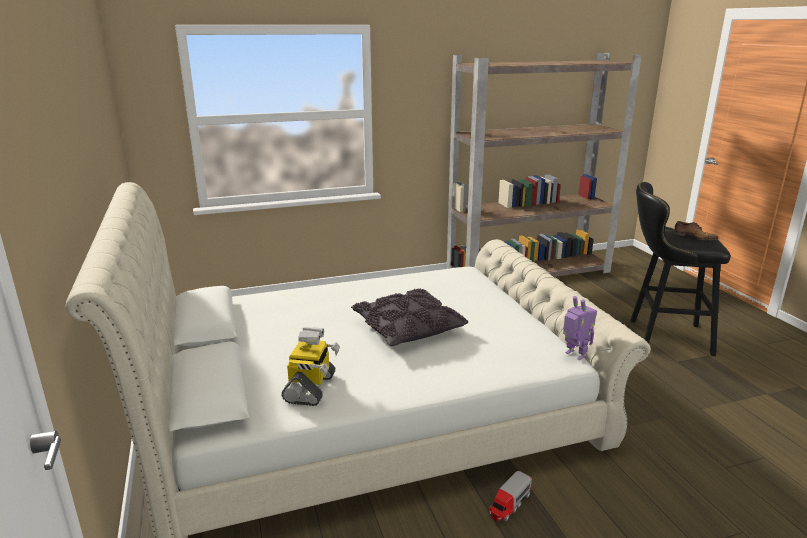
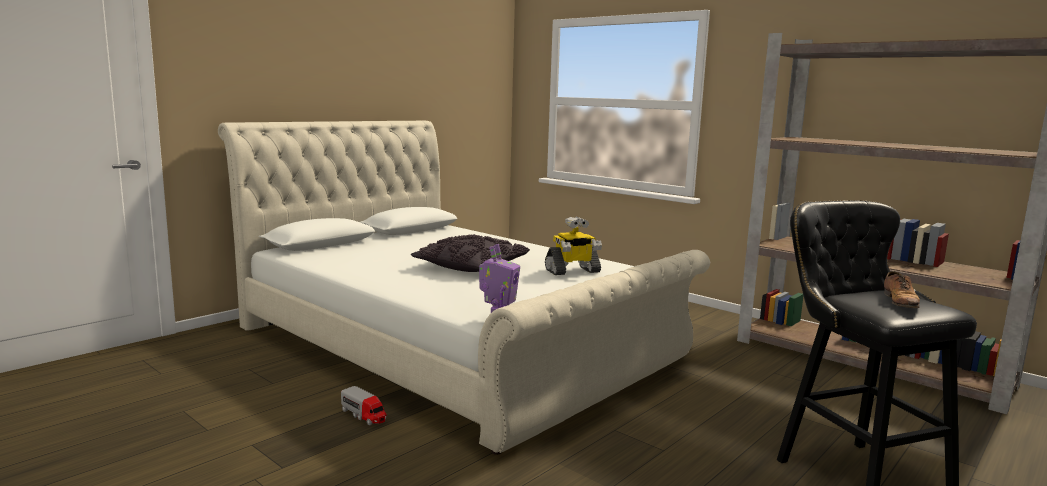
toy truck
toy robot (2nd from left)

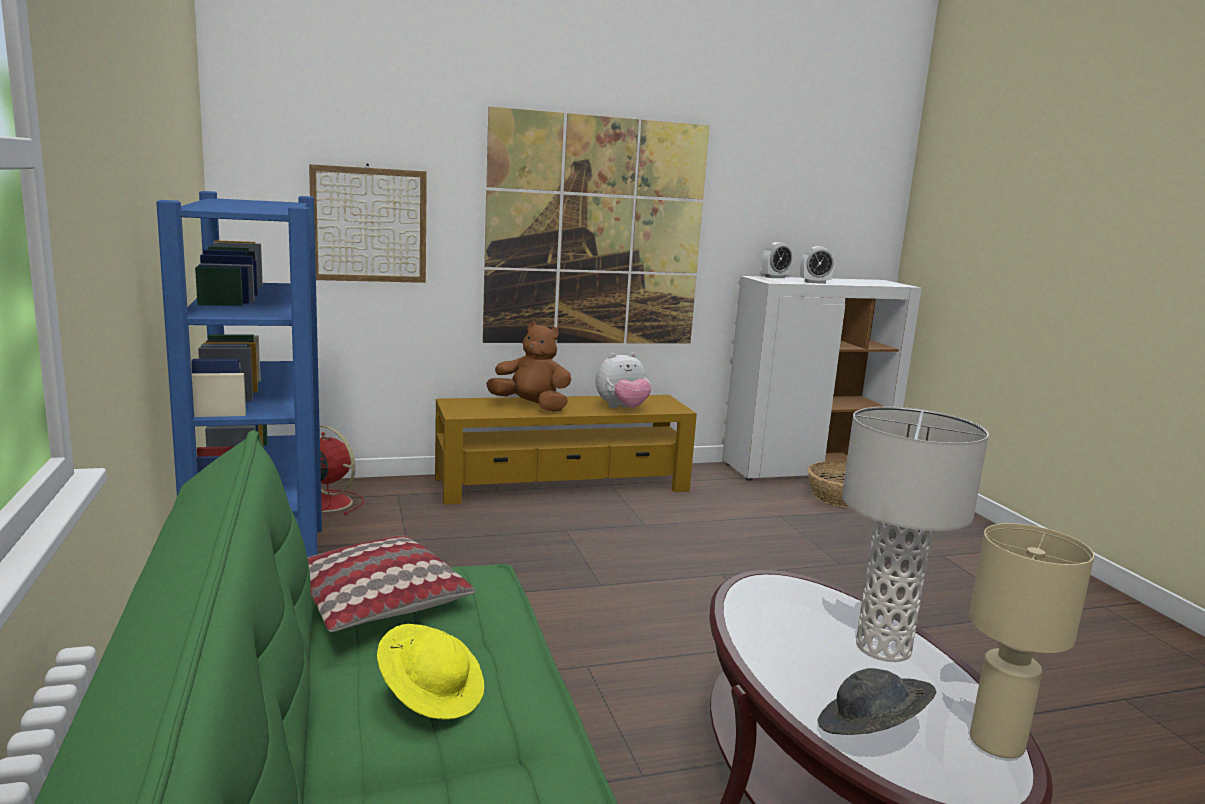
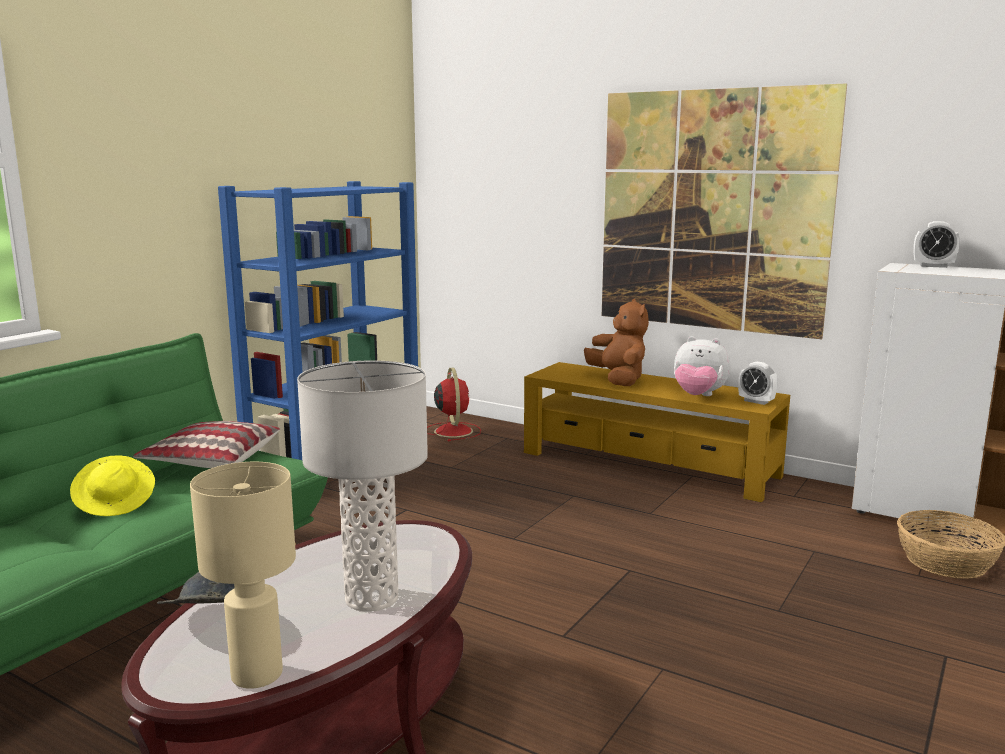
alarm clock (1st from left)
picture (1st from left in the first image)

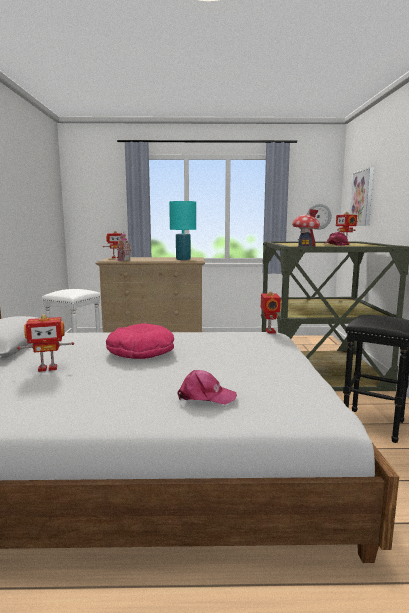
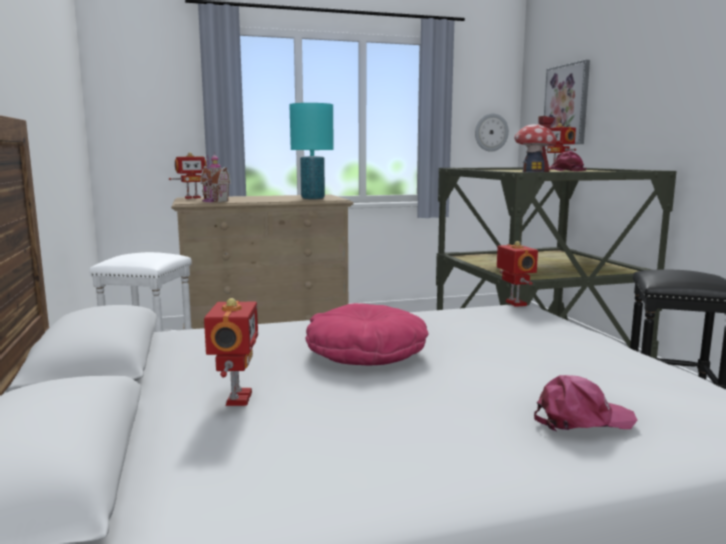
toy robot (2nd from left)

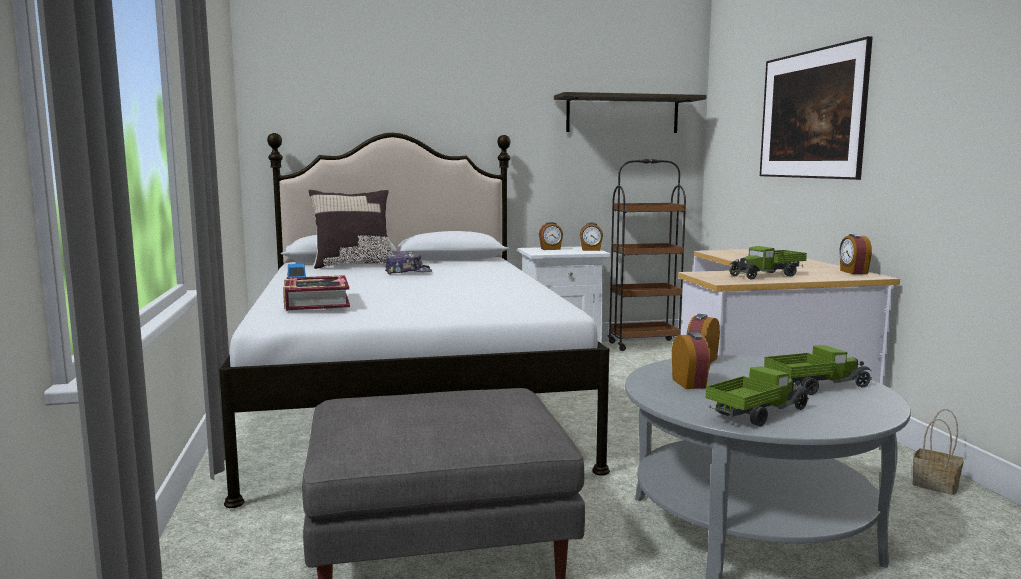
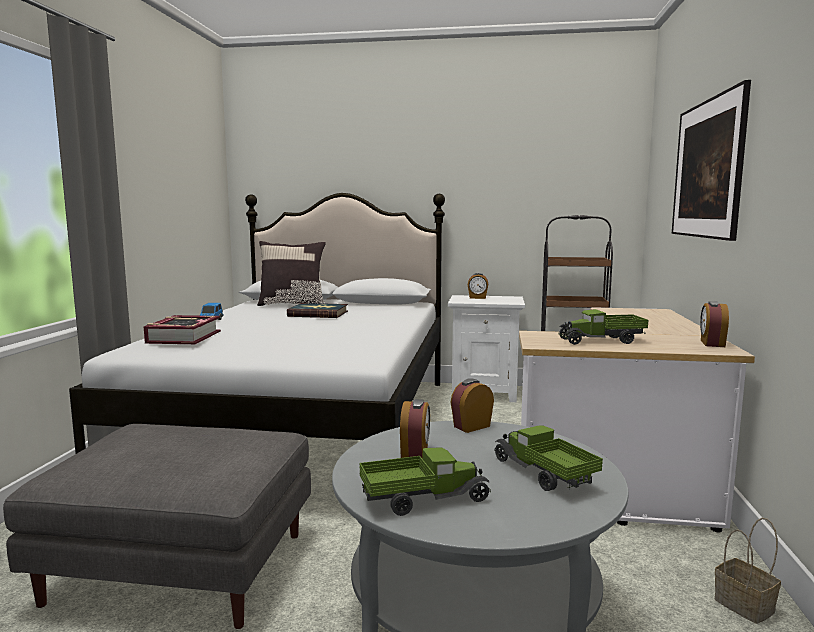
book (2nd from left)
toy truck (2nd from left)
shelf
alarm clock (2nd from left in the first image)

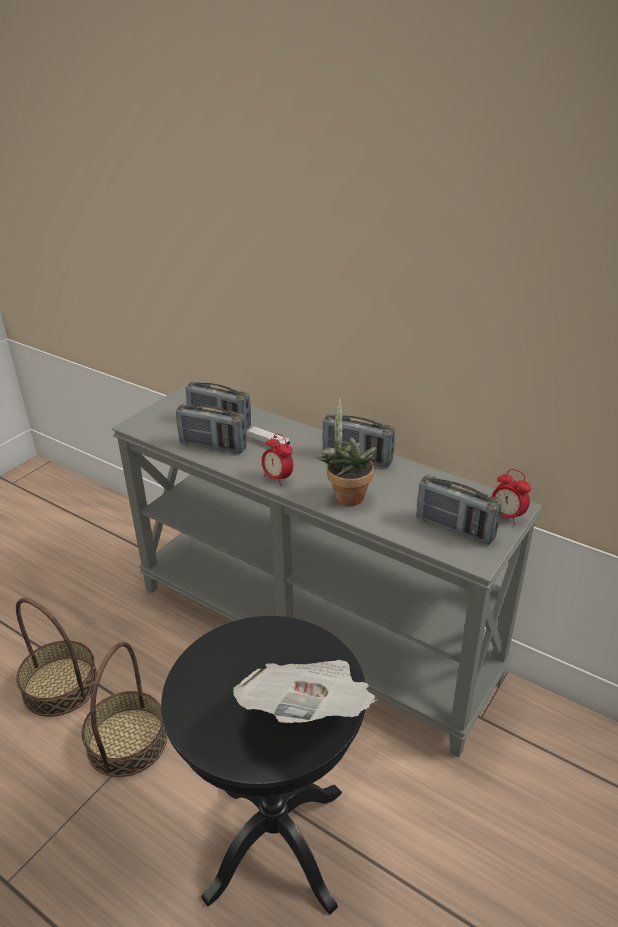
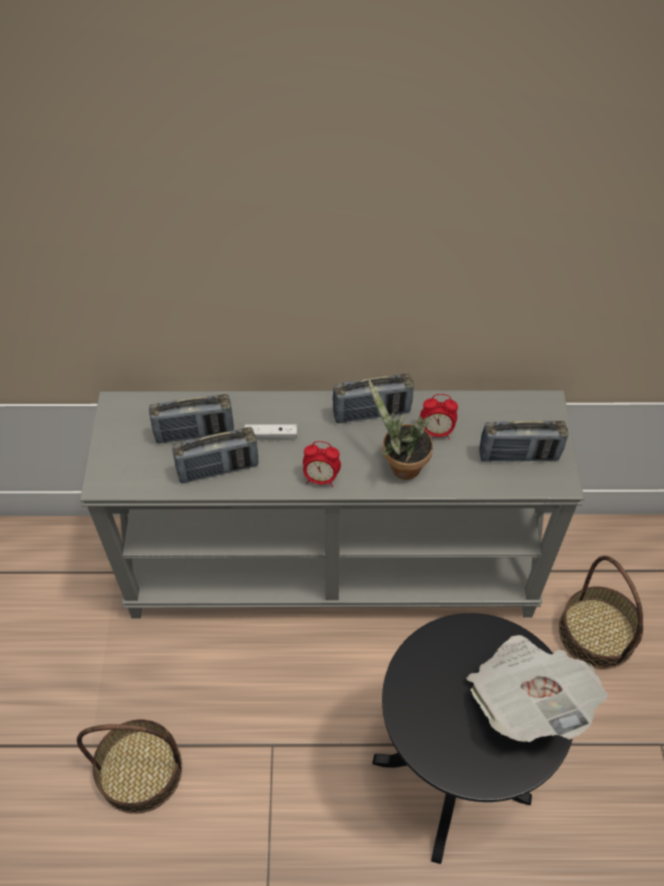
alarm clock (2nd from left)
basket (2nd from left)

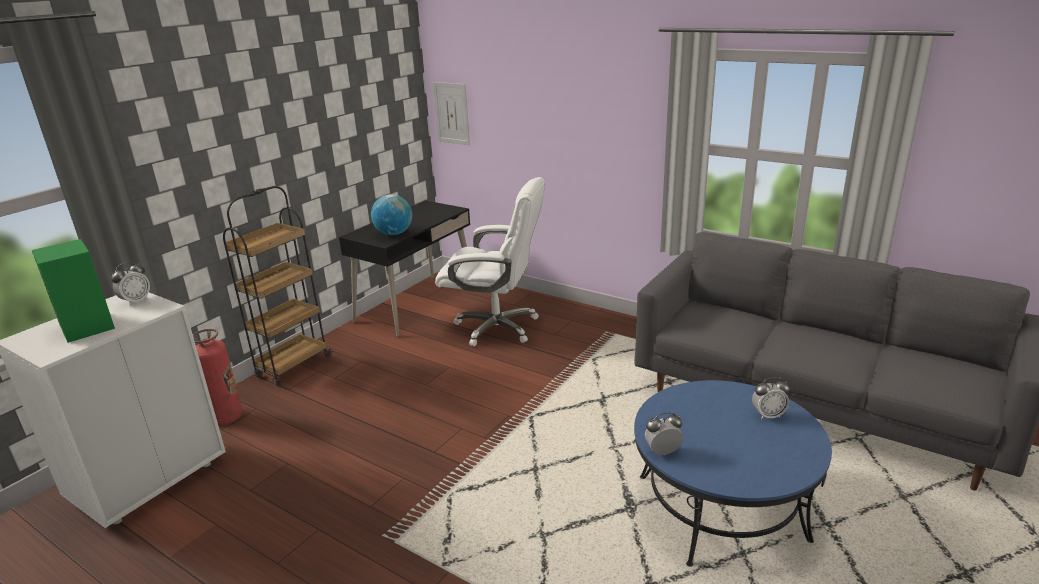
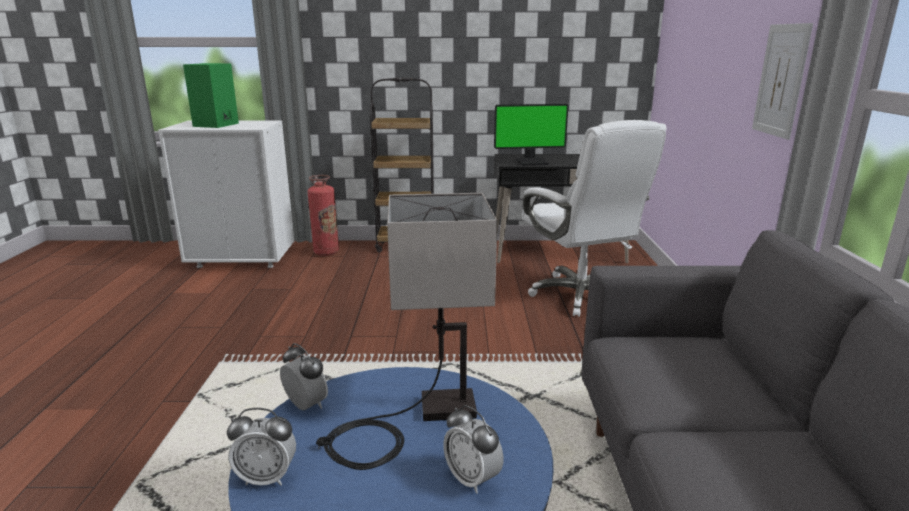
alarm clock (1st from left)
table lamp
monitor
picture

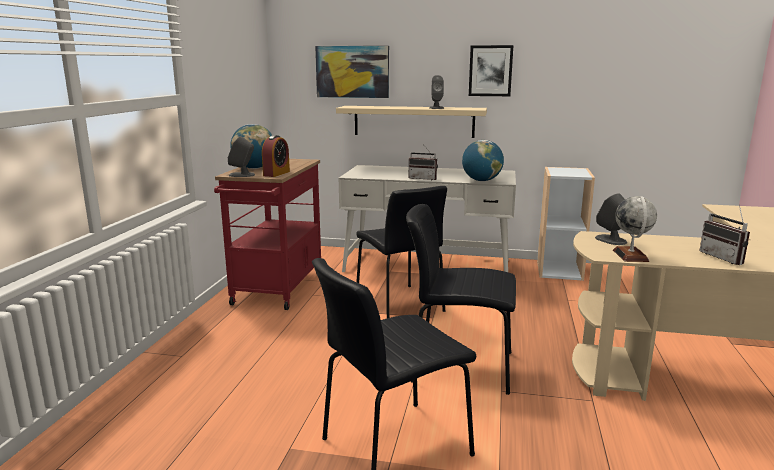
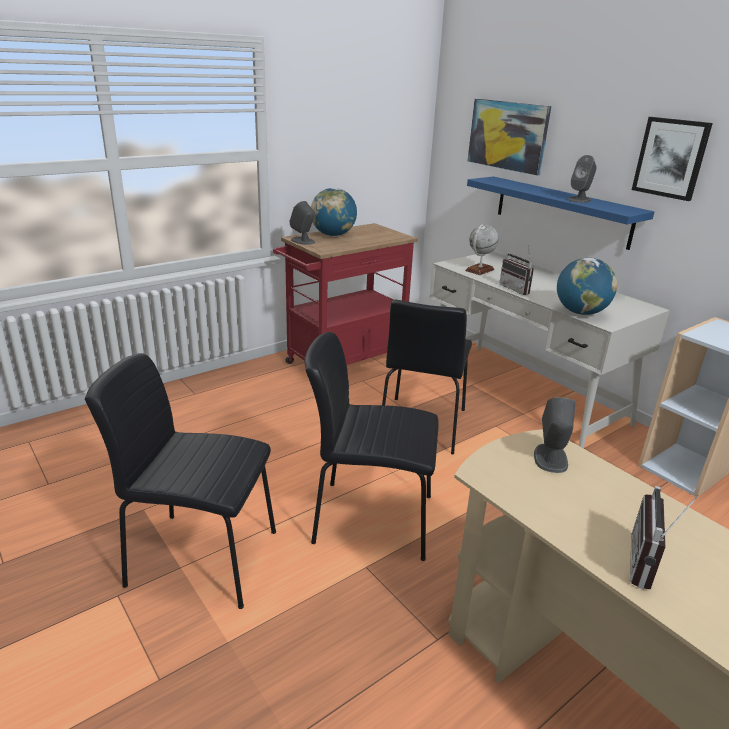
black chair (2nd from left)
globe (2nd from left)
blue shelf
alarm clock

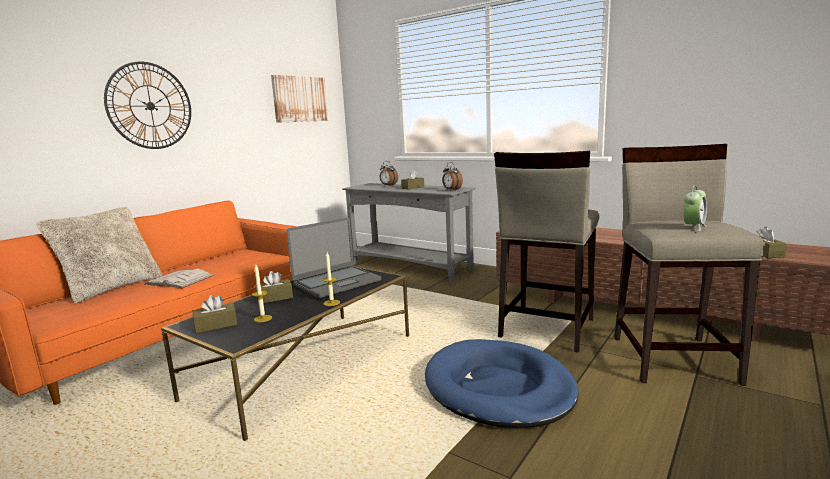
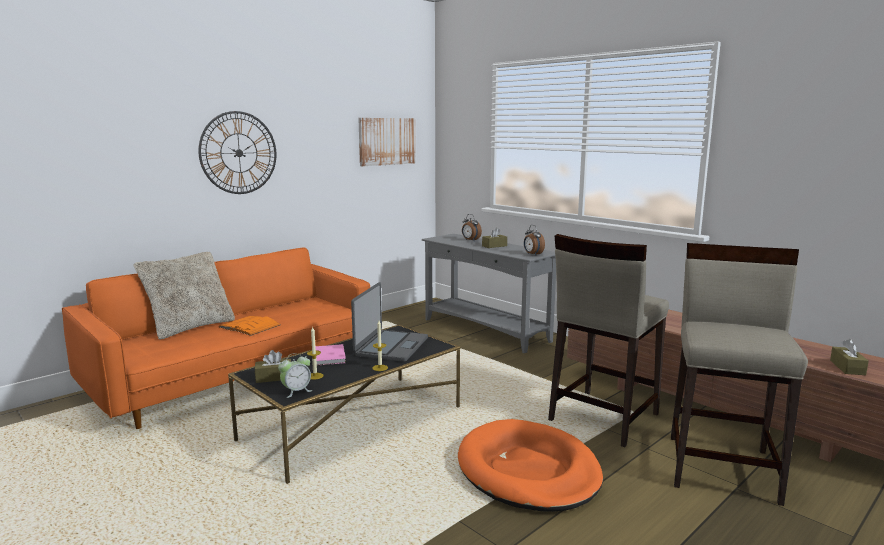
orange book
alarm clock (1st from left)
pink book
laptop
orange dog bed

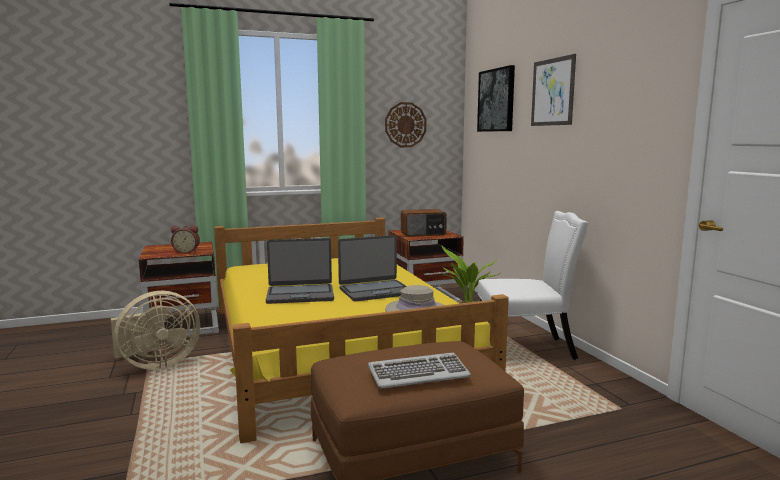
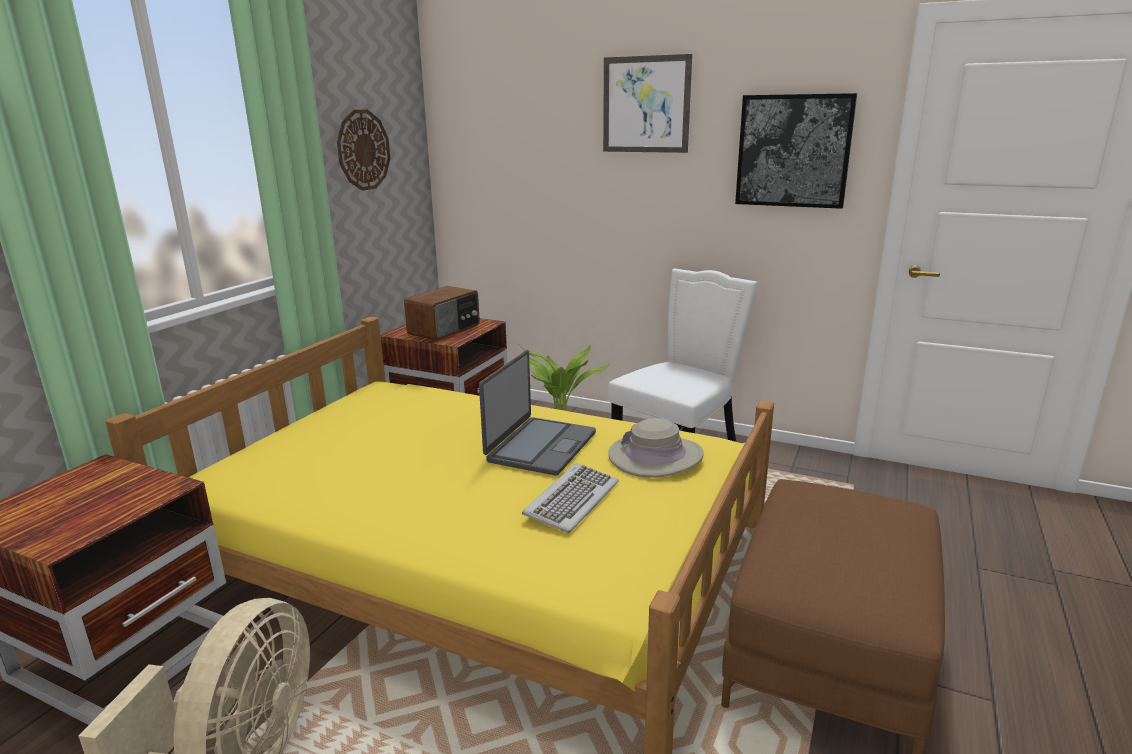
keyboard
picture (2nd from left)
alarm clock
laptop (1st from left in the first image)

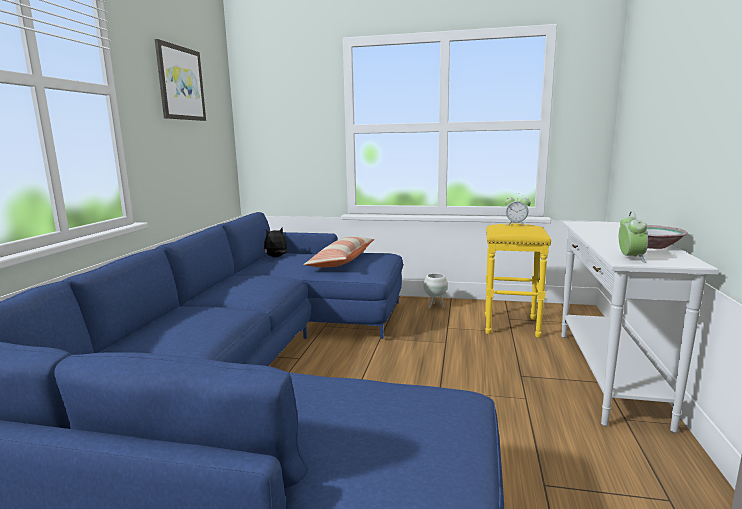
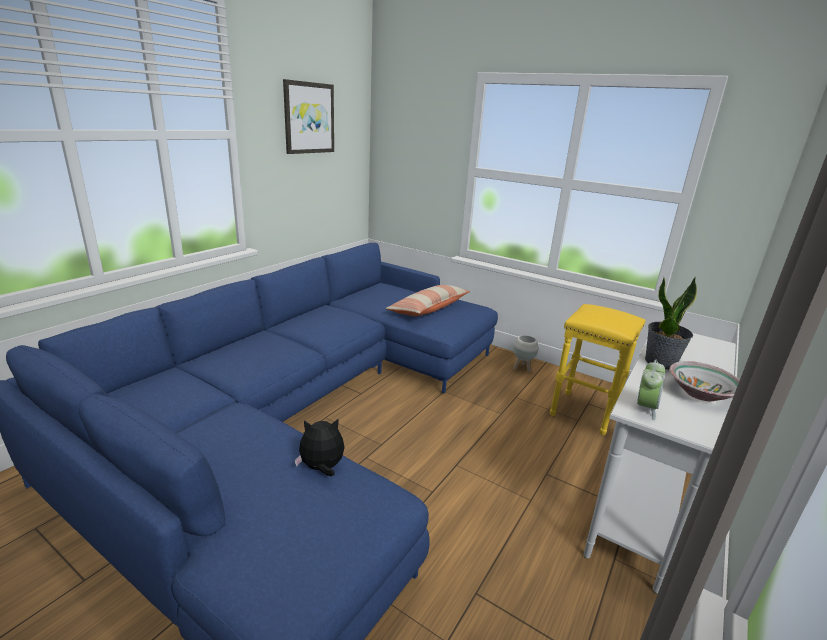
plush toy
potted plant
alarm clock (1st from left in the first image)

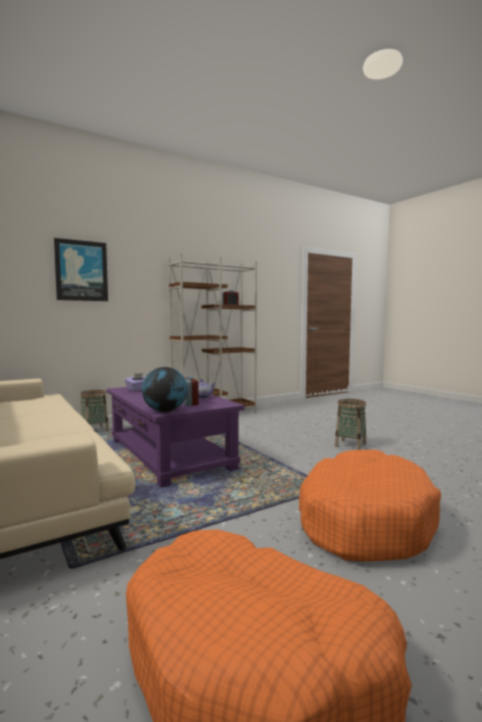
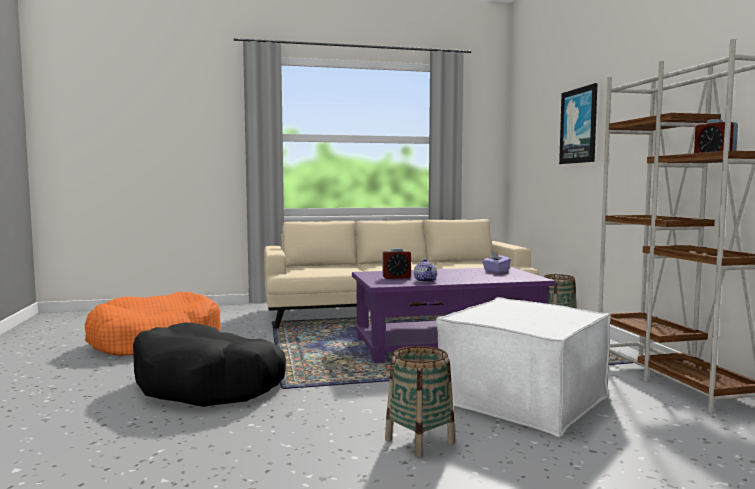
black dog bed
white ottoman
globe

